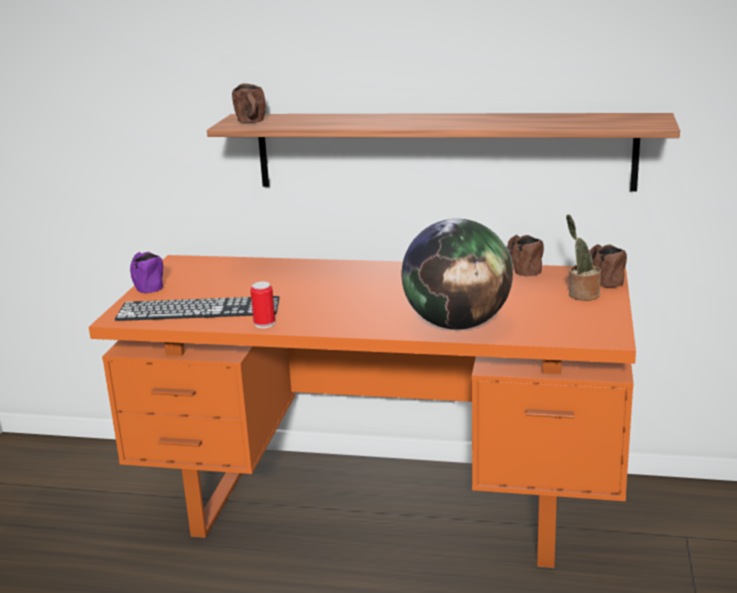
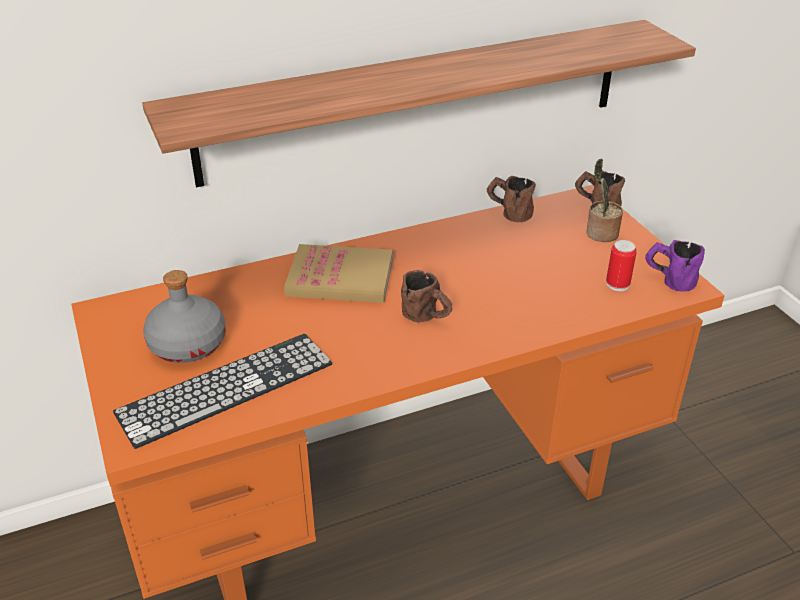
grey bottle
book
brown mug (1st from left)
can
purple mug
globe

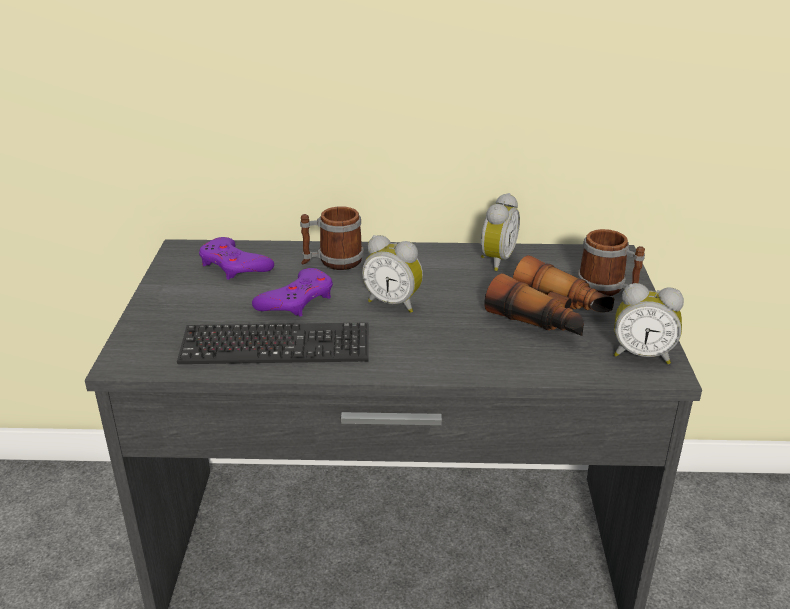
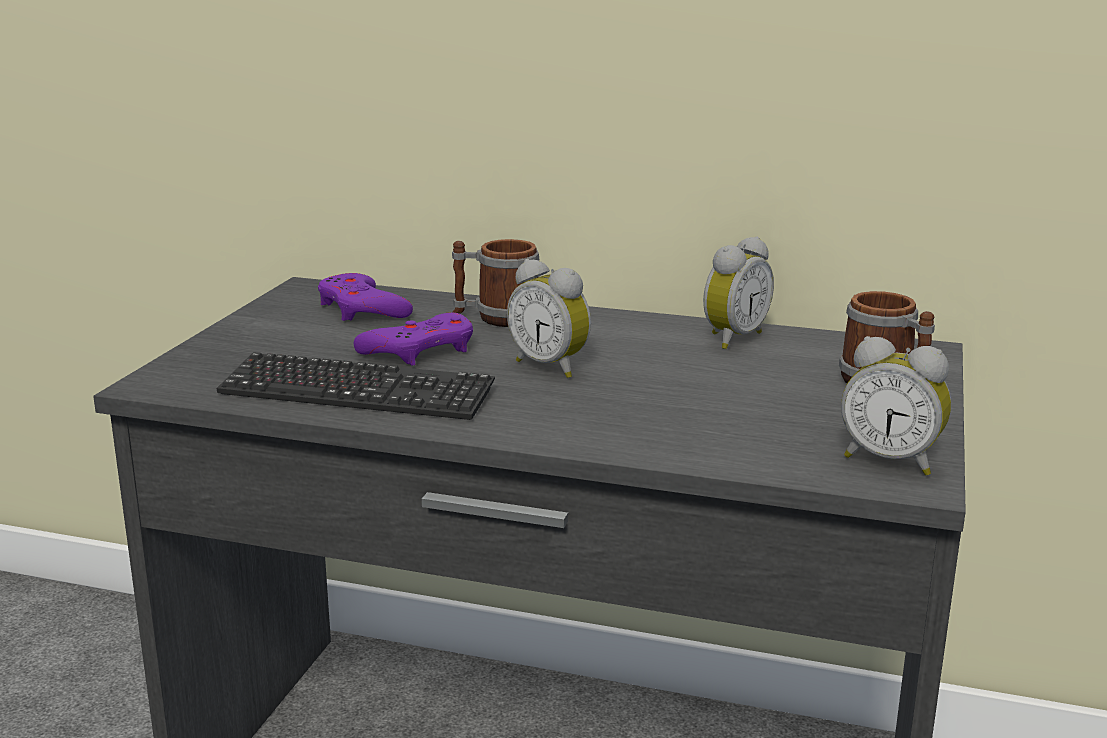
binoculars

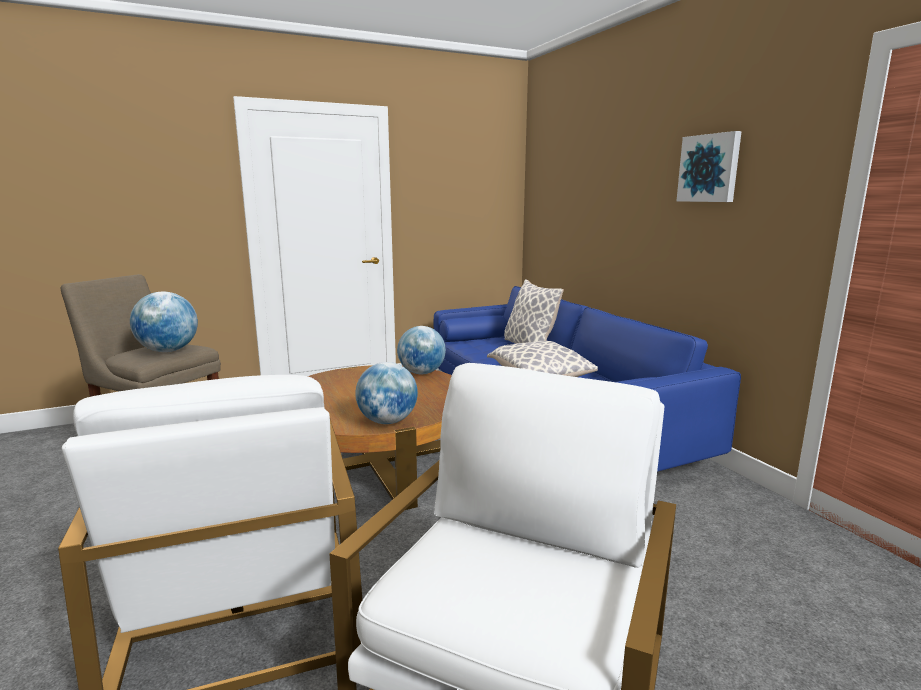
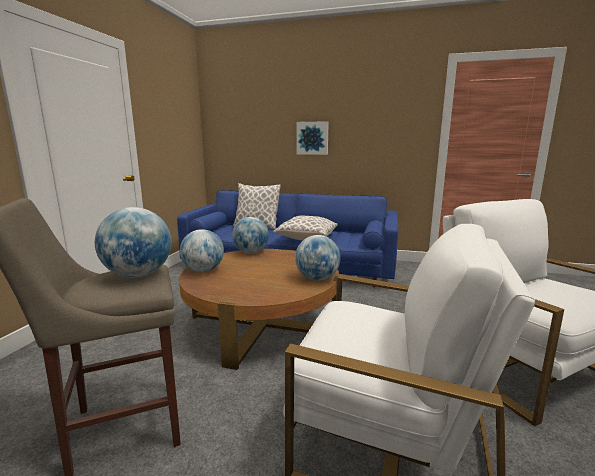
globe (2nd from left)
picture

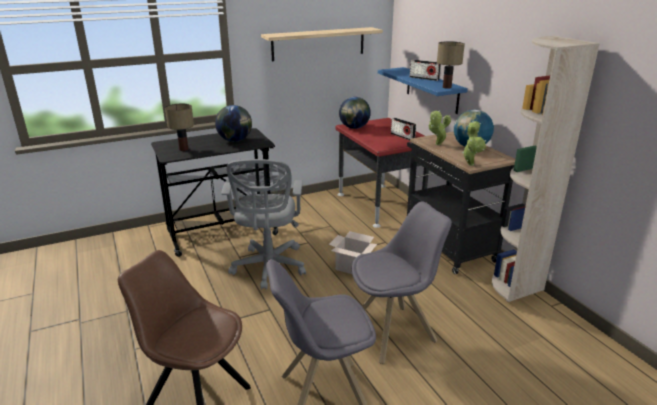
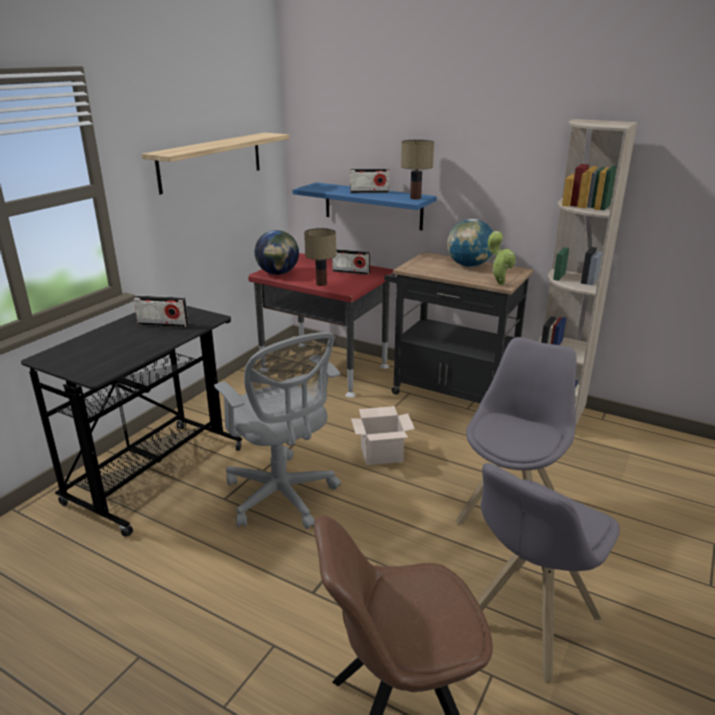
radio (1st from left)
table lamp (1st from left)
potted plant (1st from left in the first image)

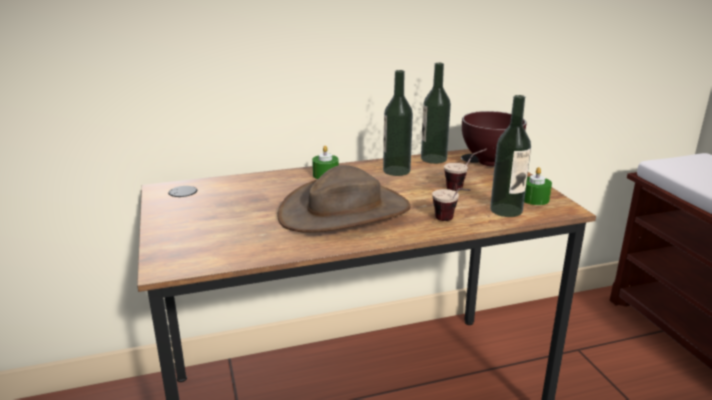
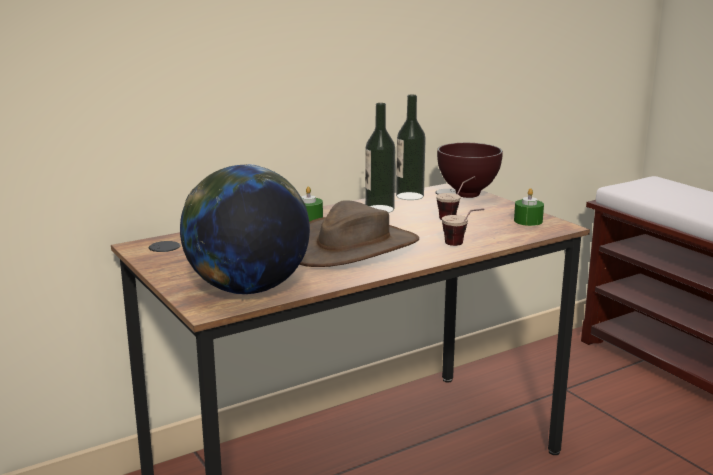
globe
bottle (3rd from left in the first image)

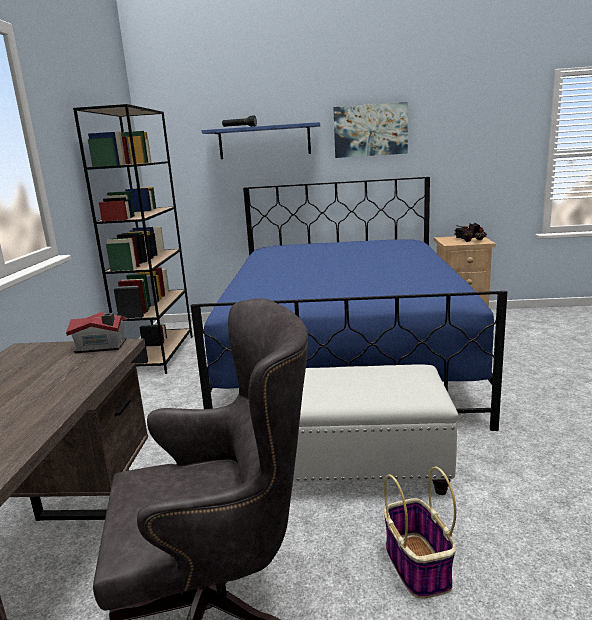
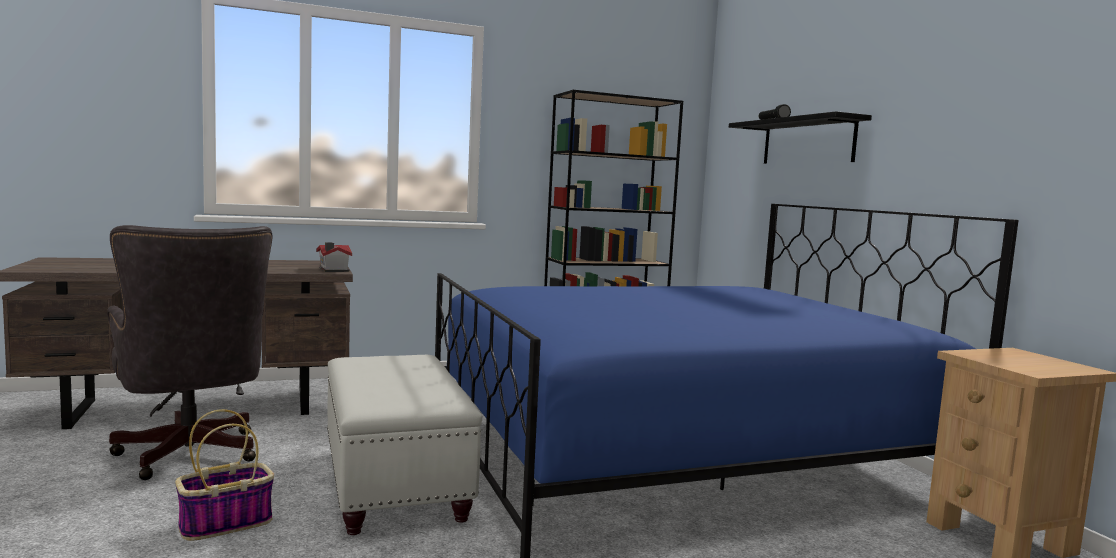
black shelf
picture
toy truck

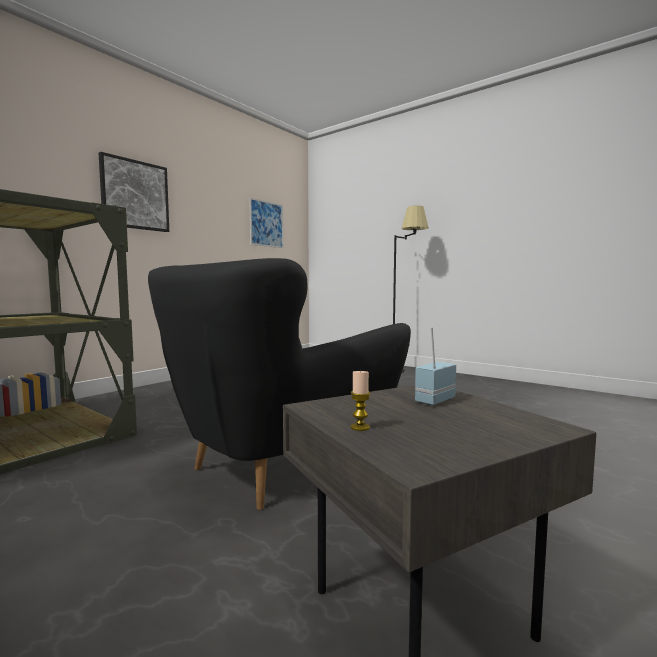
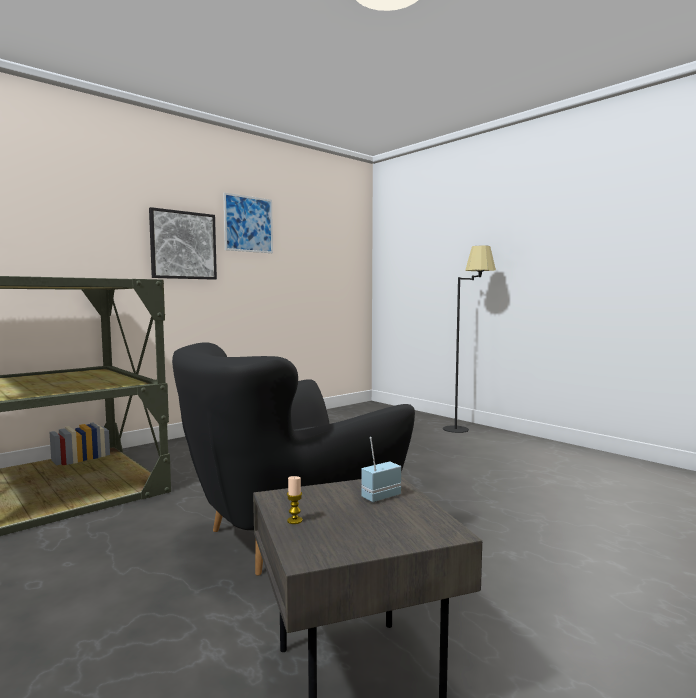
picture (2nd from left)

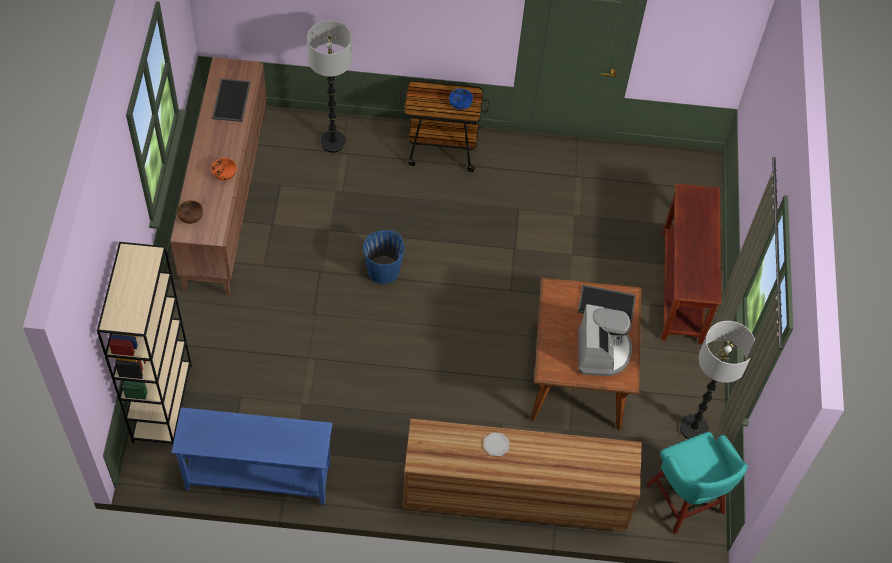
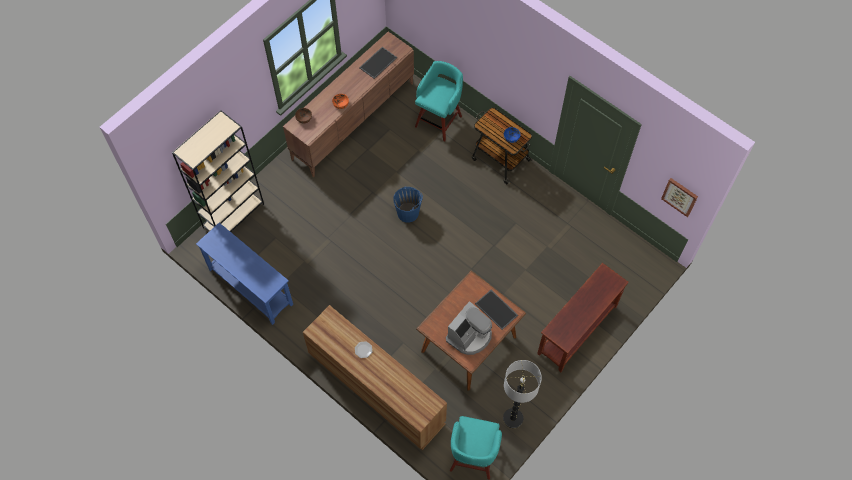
turquoise stool (1st from left)
picture

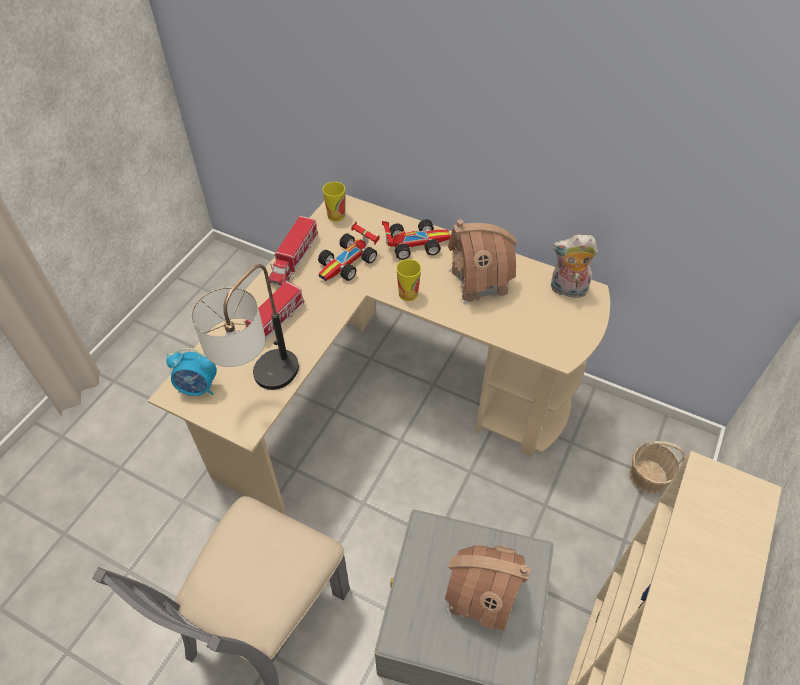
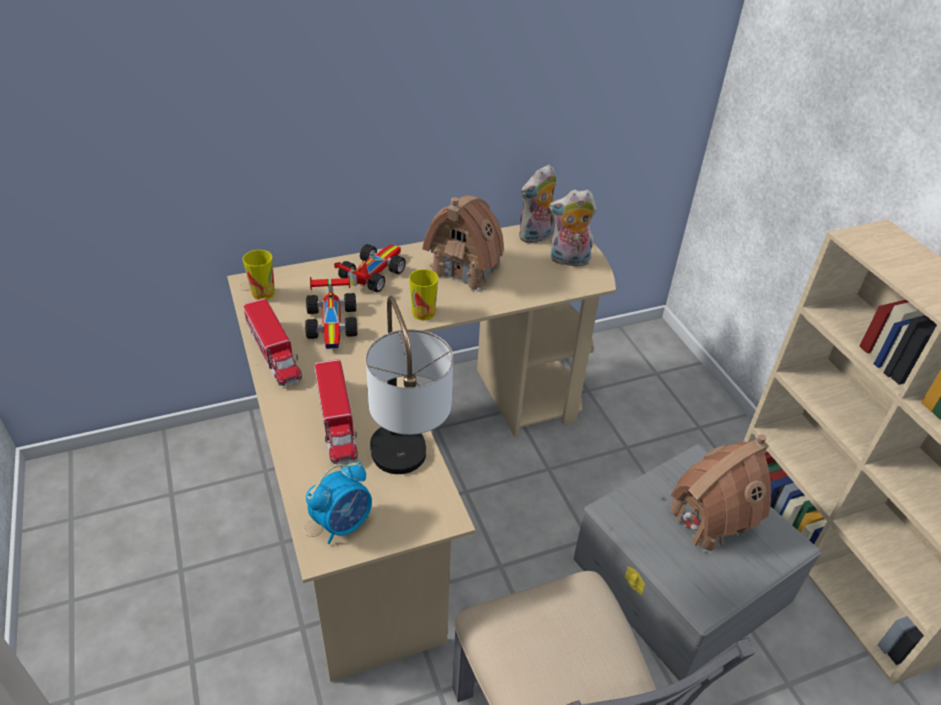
plush toy (2nd from left)
basket

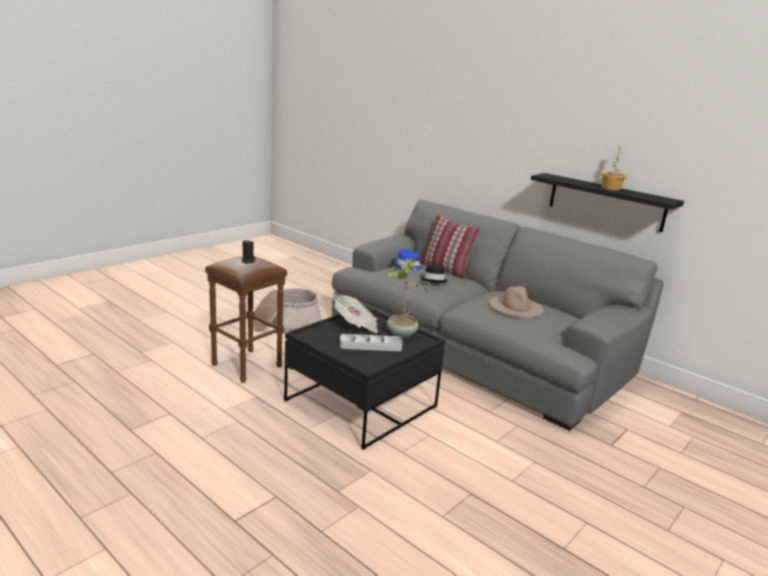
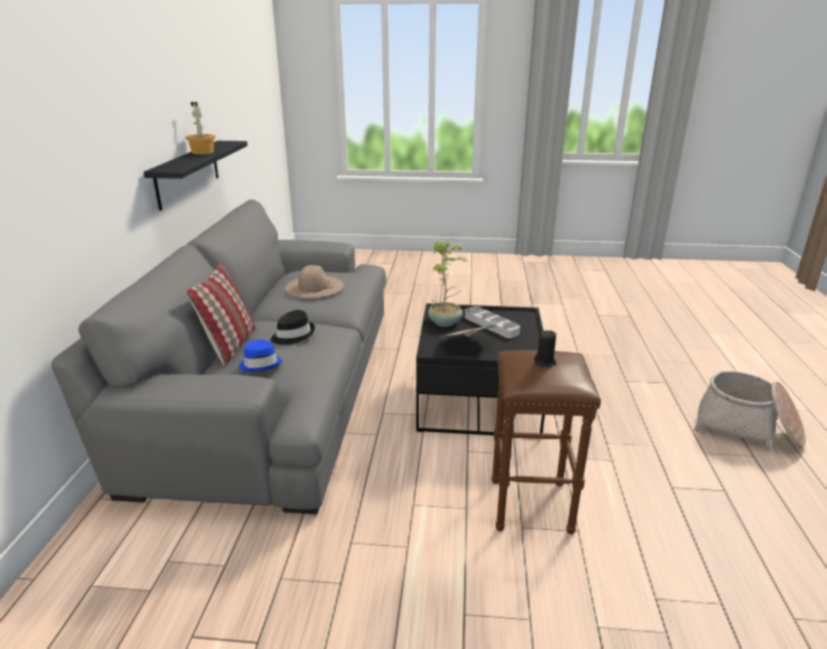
basket

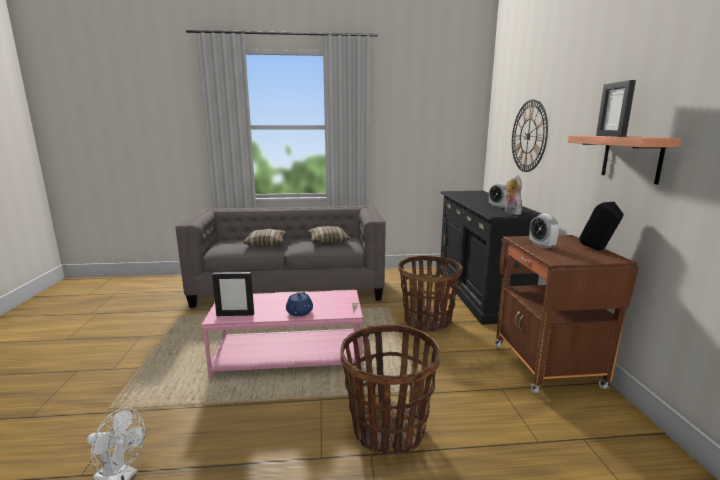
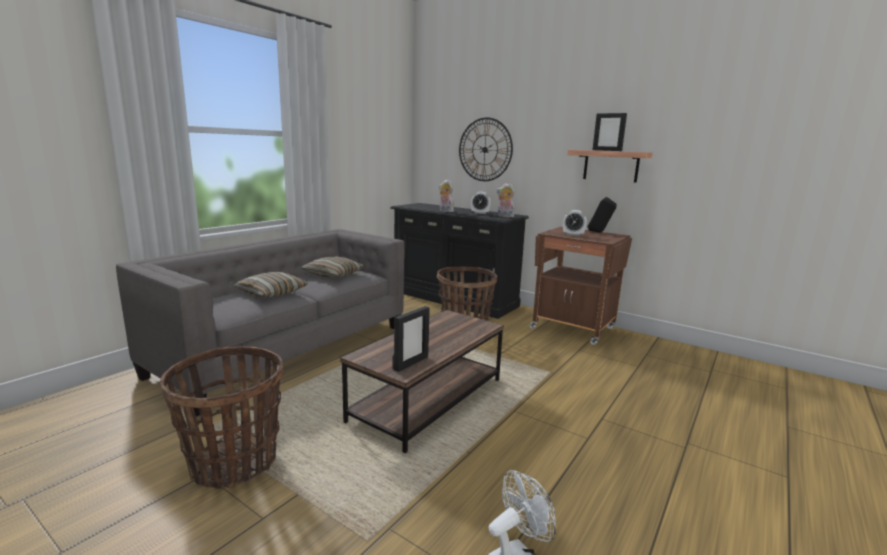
basket (1st from left)
brown coffee table
plush toy (1st from left)
blue teapot

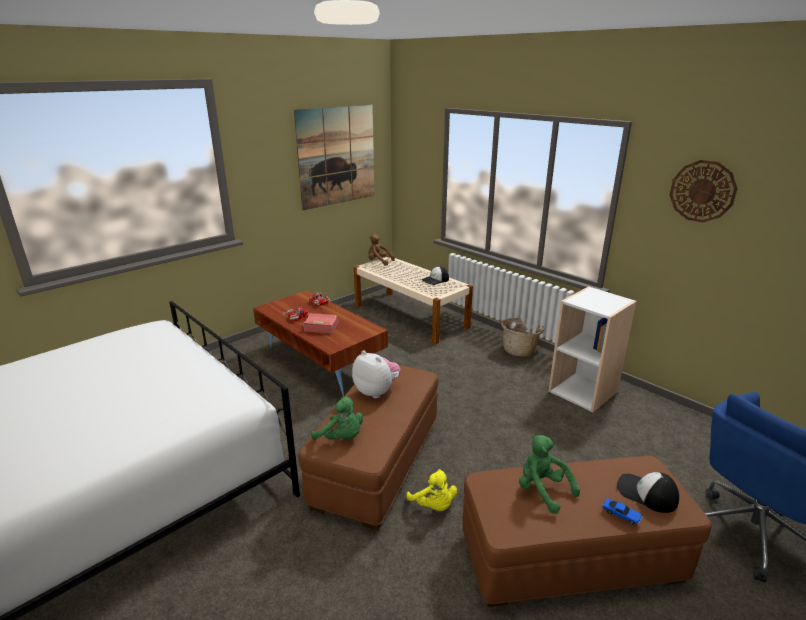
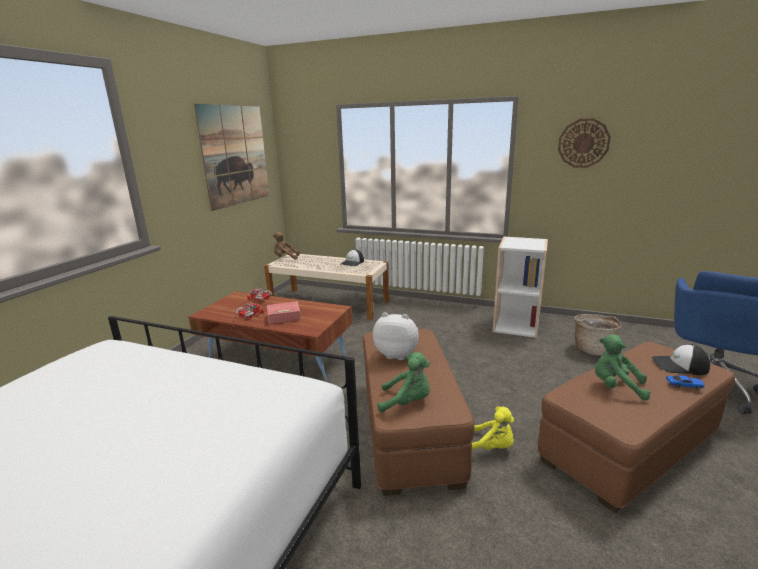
basket

